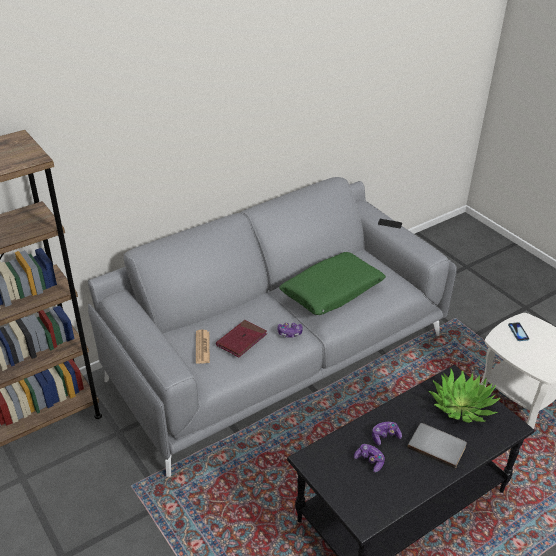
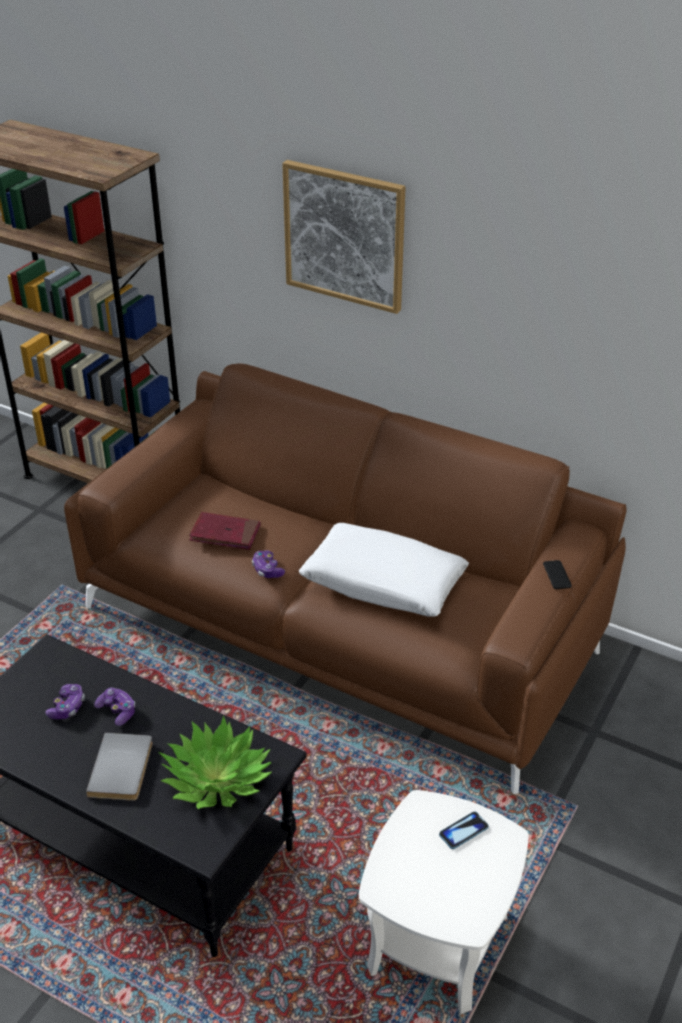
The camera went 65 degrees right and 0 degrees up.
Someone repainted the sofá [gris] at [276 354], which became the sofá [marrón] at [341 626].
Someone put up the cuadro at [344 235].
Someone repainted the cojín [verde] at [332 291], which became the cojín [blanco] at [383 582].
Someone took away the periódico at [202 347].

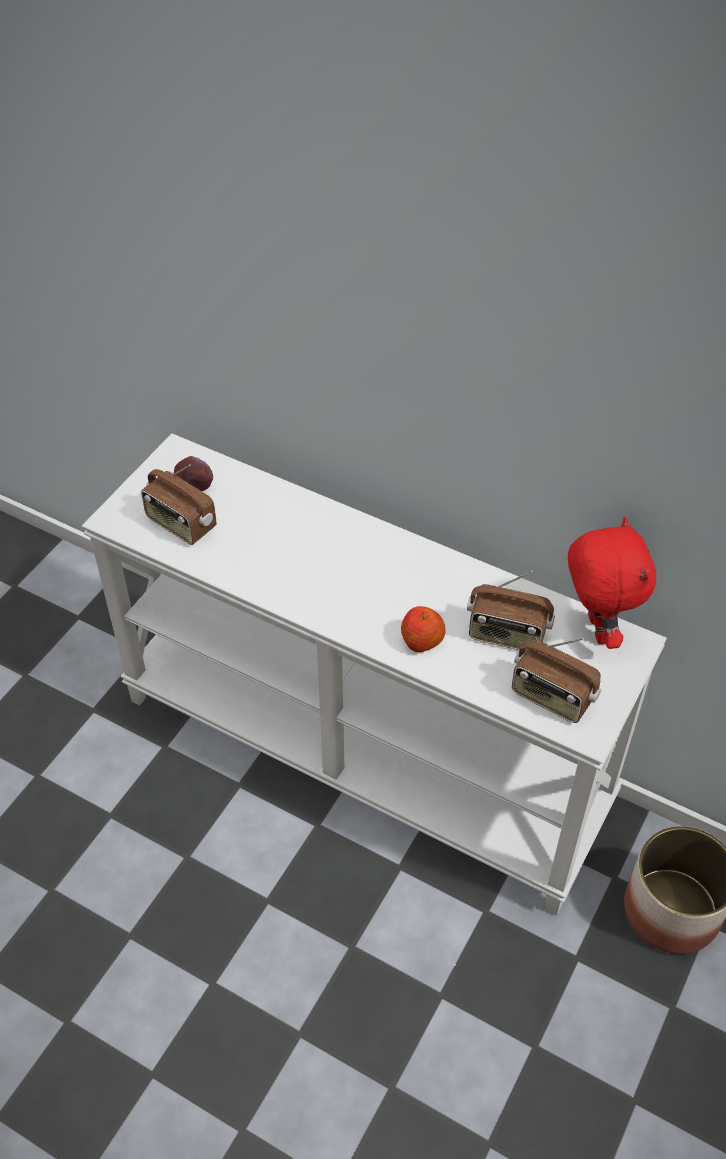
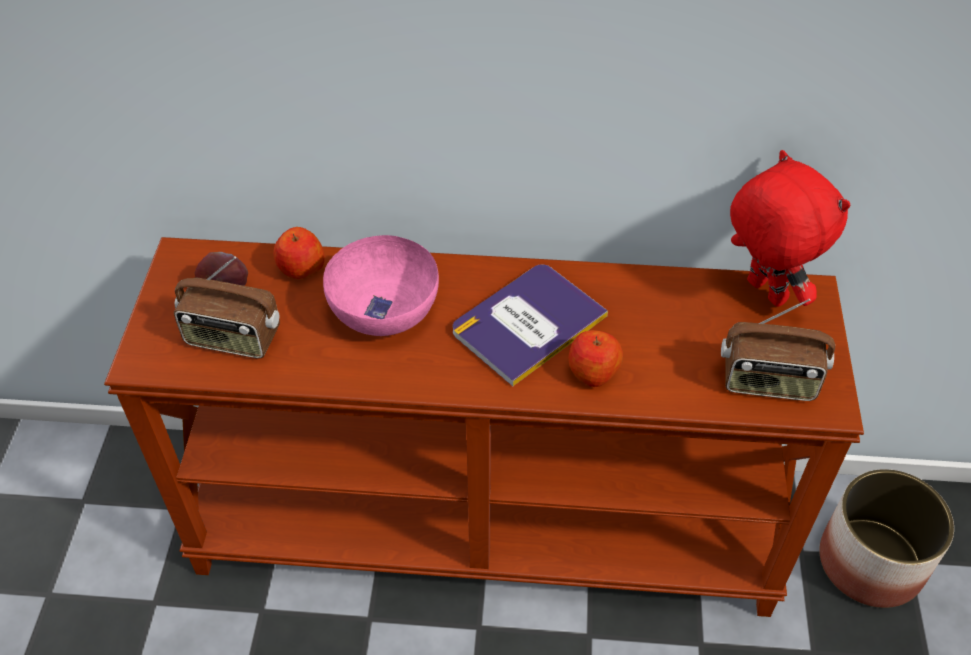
The camera went 25 degrees left and 0 degrees up.
Someone repainted the mesa consola [blanco] at [365 751], which became the mesa consola [marrón] at [487 524].
Someone put down the manzana at [301 268].
Someone put down the cuenco [rosa] at [384 311].
Someone put down the libro at [528 323].
Someone took away the radio at [507 635].

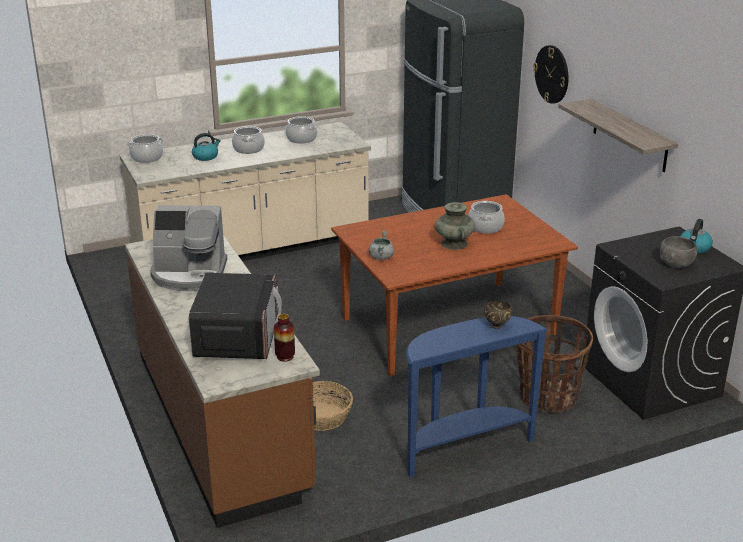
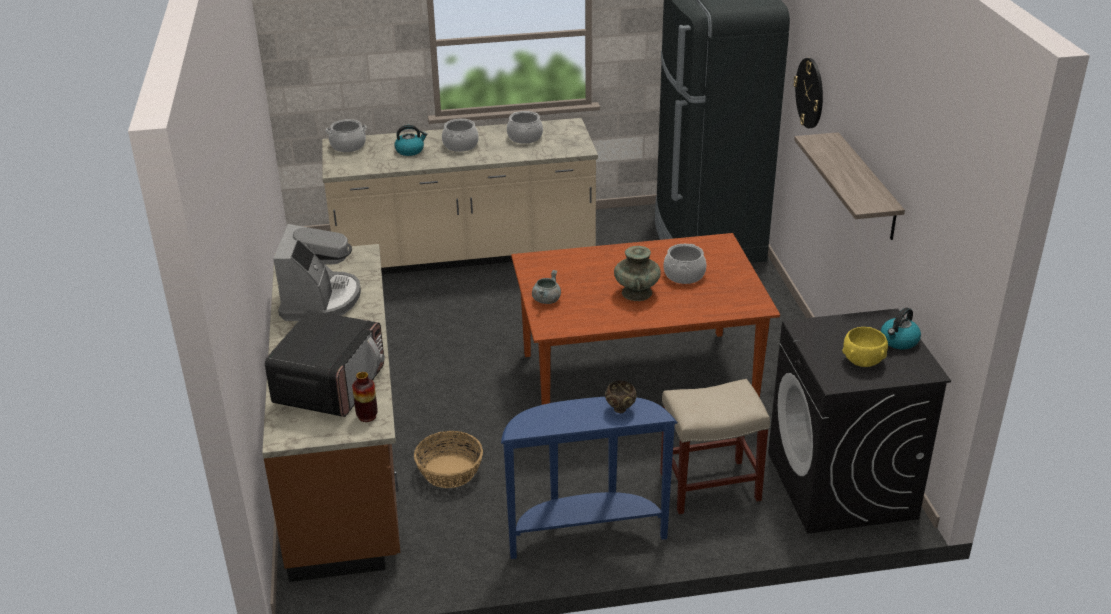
The camera went 15 degrees right and 5 degrees up.
Someone rotated the cafetera at [189 274] by 105 degrees counterclockwise.
Someone swapped the cesta at [547 397] for the taburete [beis] at [708 487].
Someone repainted the cuenco [gris] at [676 264], which became the cuenco [amarillo] at [863 360].

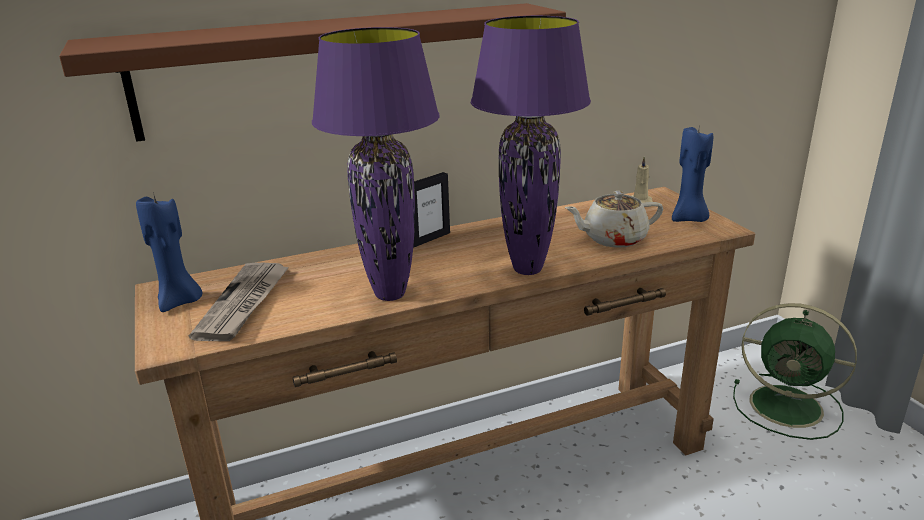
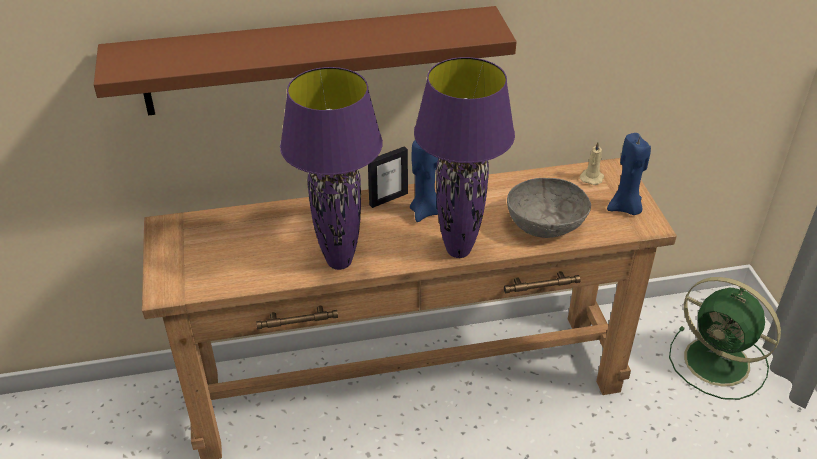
The camera went 10 degrees right and 15 degrees up.
Someone carried the vela [azul] from [179 302] to [425 212].
Someone swapped the tetera [beis] at [613 239] for the cuenco [gris] at [546 224].
Someone took away the periódico at [244 304].

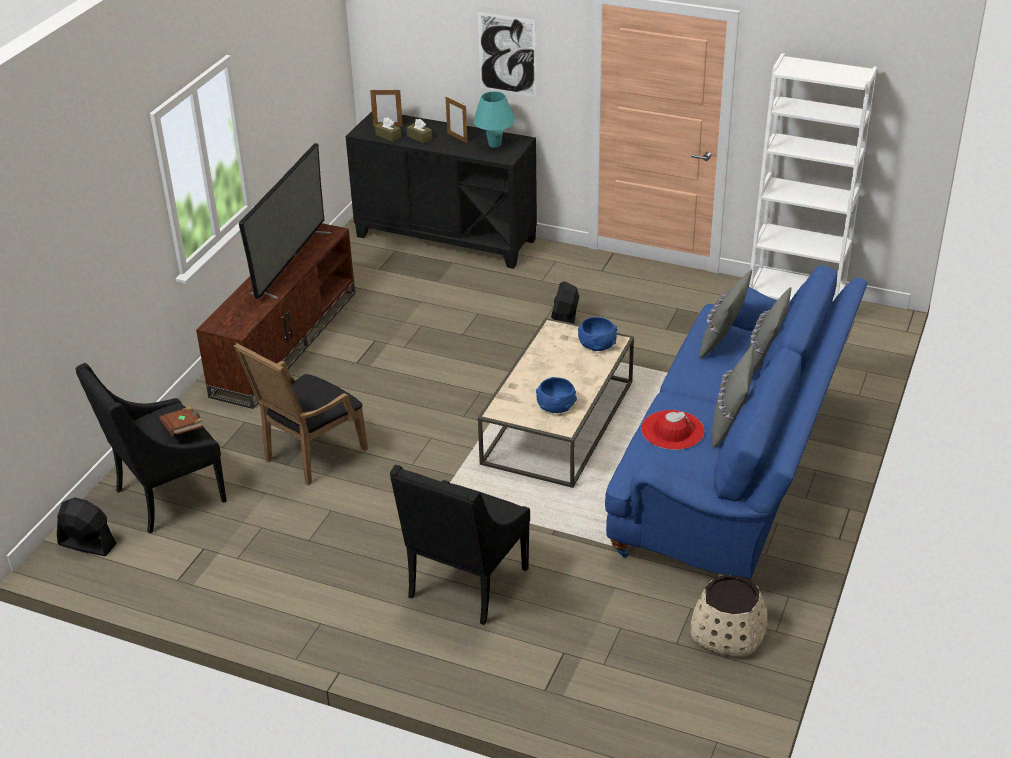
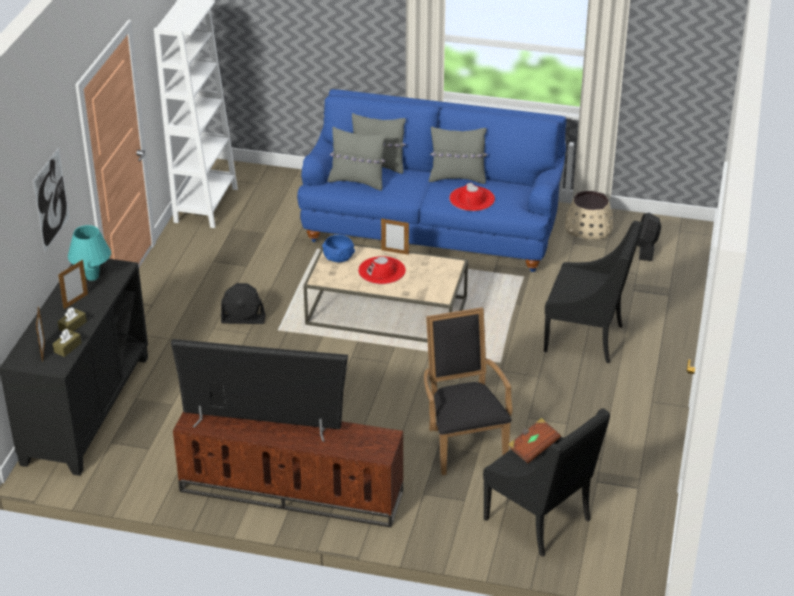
The camera went 100 degrees left and 0 degrees up.
Someone put down the sombrero [rojo] at [382 270].
Someone put down the portarretratos at [395 252].
Someone rotated the sillón [negro] at [309 456] by 135 degrees counterclockwise.
Someone carried the ventilador [negro] from [87 544] to [646 249].
Someone took away the cuenco [azul] at [555 405].

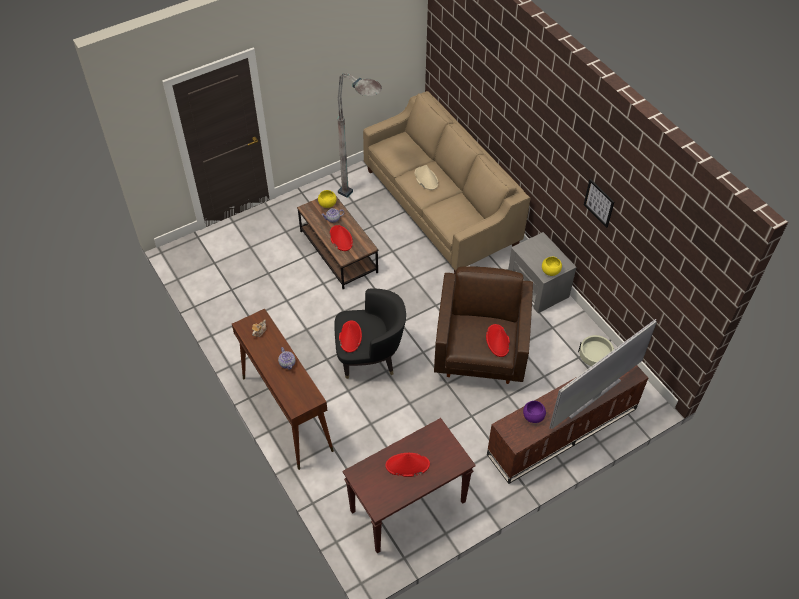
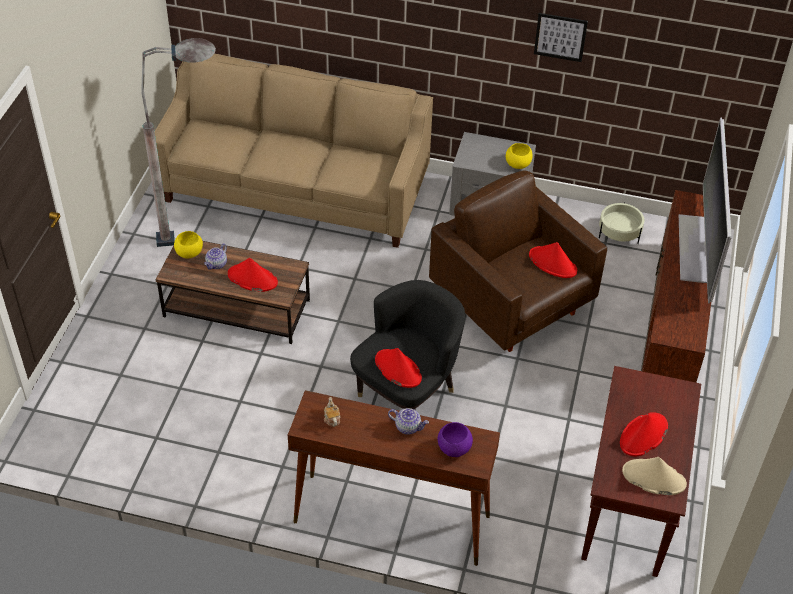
The camera went 45 degrees left and 5 degrees down.
Someone carried the cuenco [morado] from [533 416] to [453 447].
Someone carried the sombrero [beis] from [426 178] to [653 478].

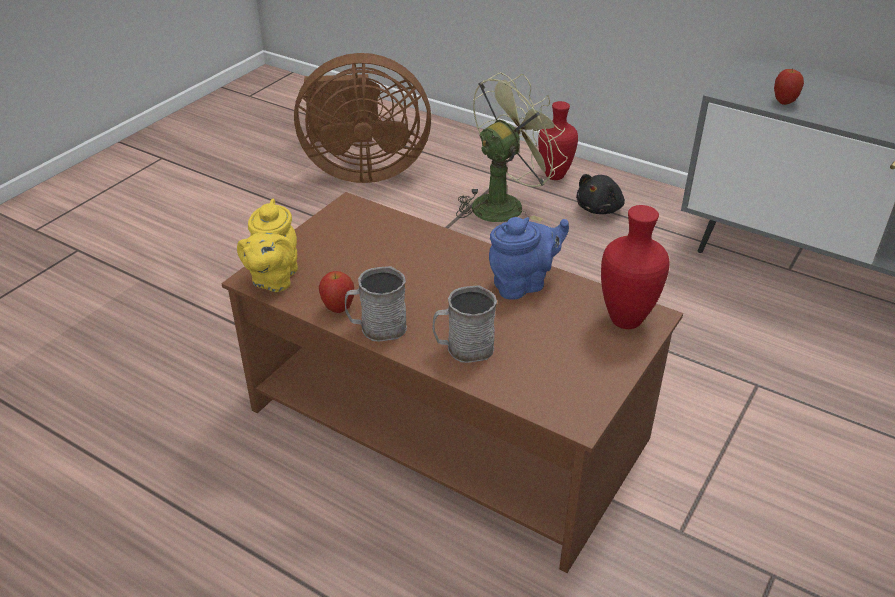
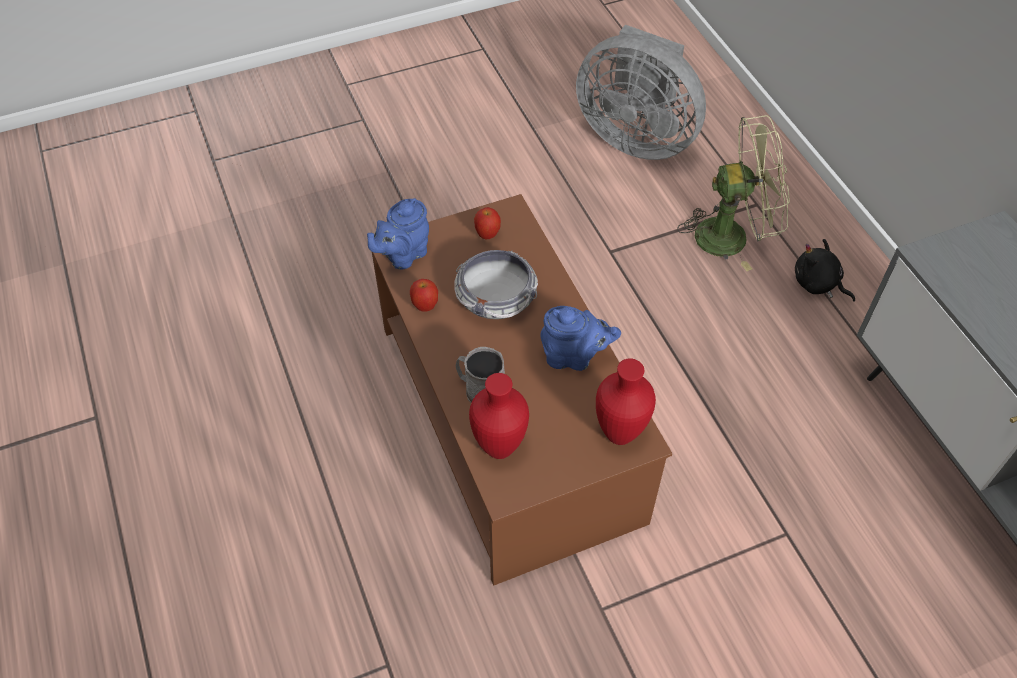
The camera went 35 degrees right and 15 degrees up.
Someone repainted the tetera [amarillo] at [273 279], which became the tetera [azul] at [403 255].
Someone put down the cuenco at [496 297].
Someone carried the florero [rojo] from [555 176] to [499 449].
Someone carried the manzana from [784 102] to [487 235].
Someone repainted the ventilador [marrón] at [361 170], which became the ventilador [gris] at [636 137].
Someone rotated the peluche [negro] at [600 208] by 60 degrees clockwise.
Someone took away the taza grande [gris] at [377 328].

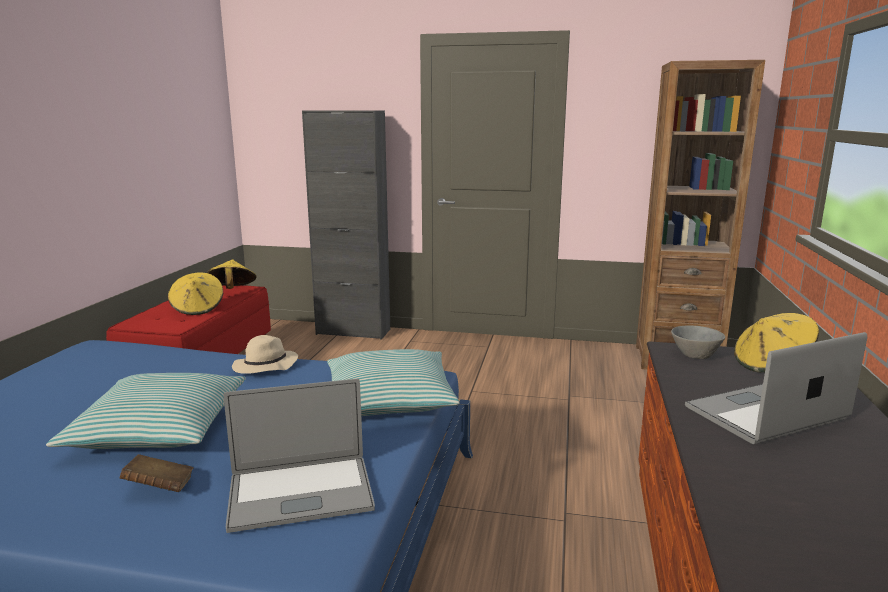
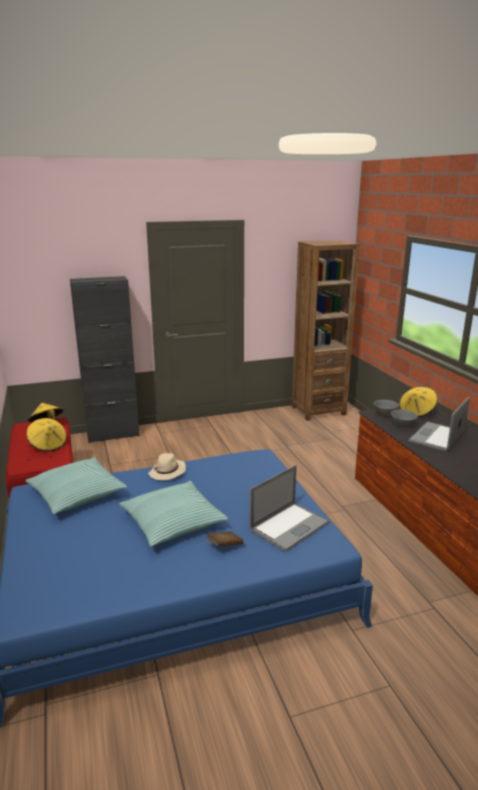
The camera went 30 degrees left and 5 degrees up.
Someone carried the cojín from [389 398] to [77 494].
Someone put down the cuenco [gris] at [402 425].

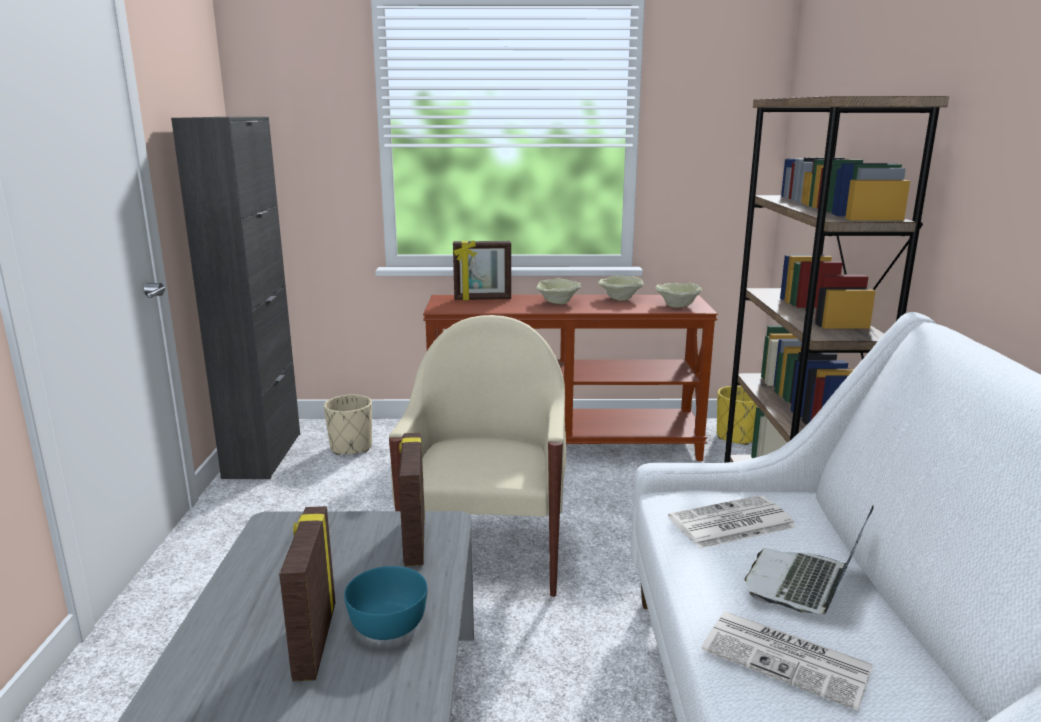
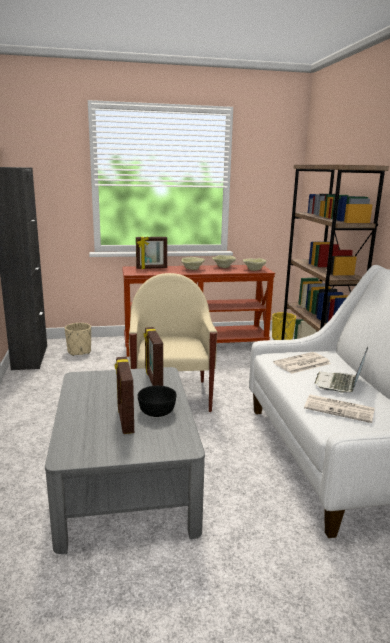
The camera went 10 degrees left and 0 degrees up.
Someone repainted the cuenco [turquesa] at [389 622], which became the cuenco [negro] at [157 411].

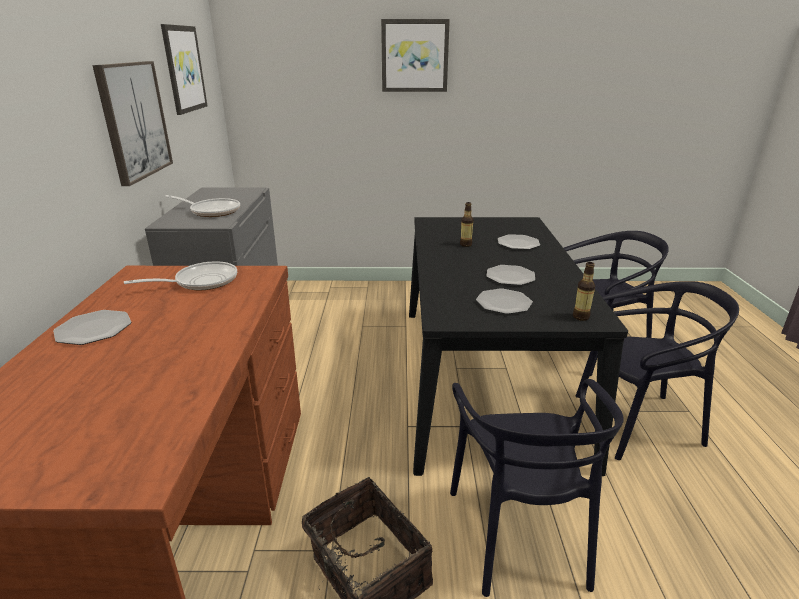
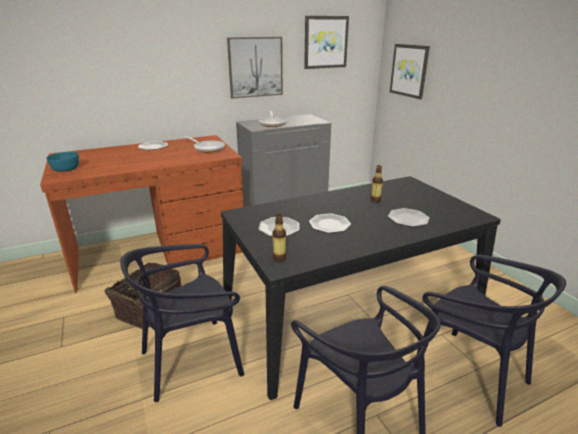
The camera went 65 degrees right and 0 degrees up.
Someone put down the cuenco [turquesa] at [66 169].
Someone carried the cuadro from [414 56] to [409 70].

